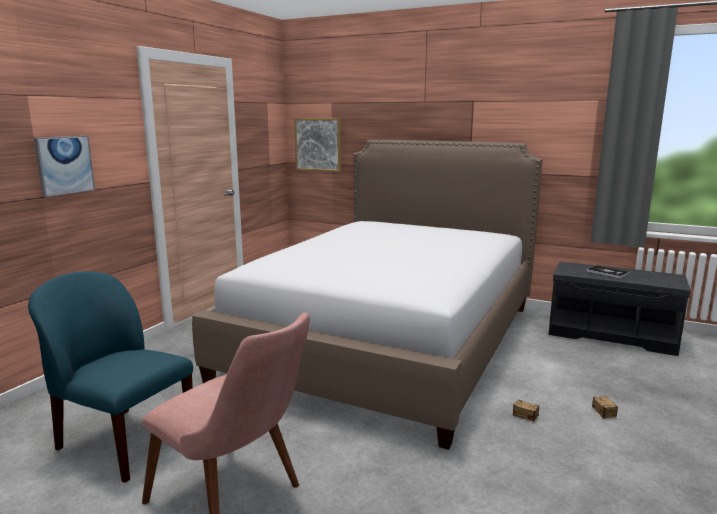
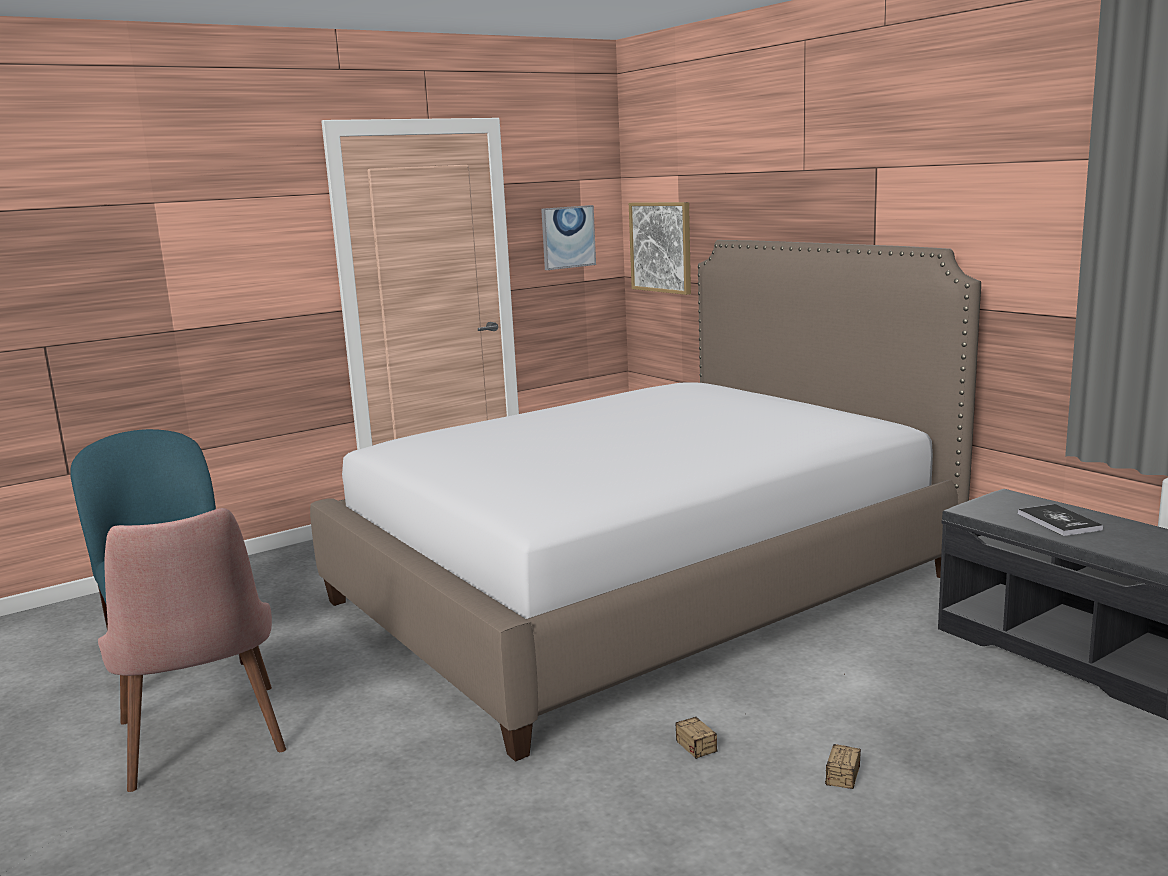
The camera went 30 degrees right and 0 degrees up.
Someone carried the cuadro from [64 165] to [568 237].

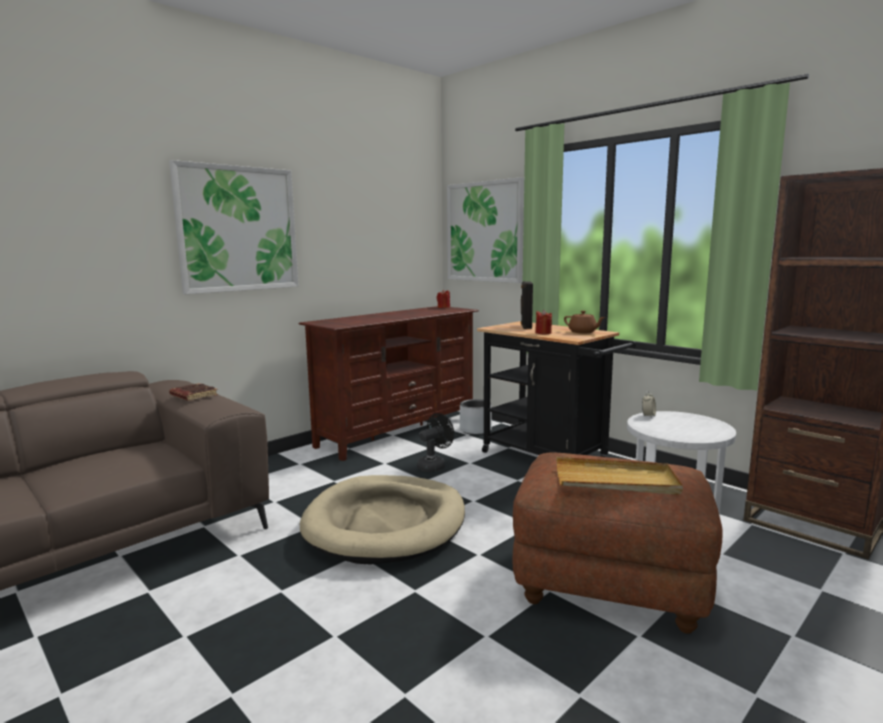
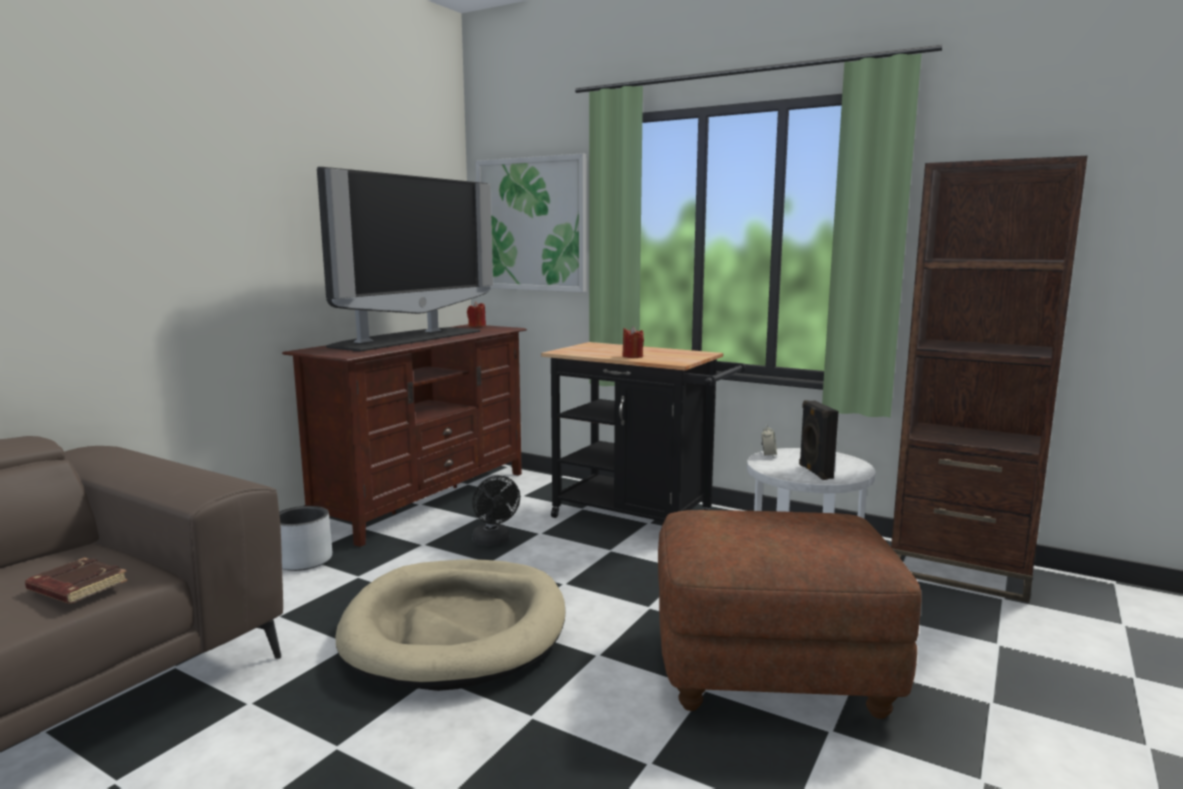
The camera went 15 degrees left and 0 degrees up.
Someone carried the libro [marrón] from [193 396] to [76 587].
Someone carried the maceta [gris] from [475 430] to [303 561].
Someone put down the televisor at [406 338].
Someone rotated the ventilador [negro] at [434 466] by 120 degrees clockwise.
Someone carried the altavoz [negro] from [525 326] to [814 472].
Someone took away the cuadro at [238 229].
Someone took away the bandeja [beis] at [616 481].
Someone took away the tetera [marrón] at [583 332].

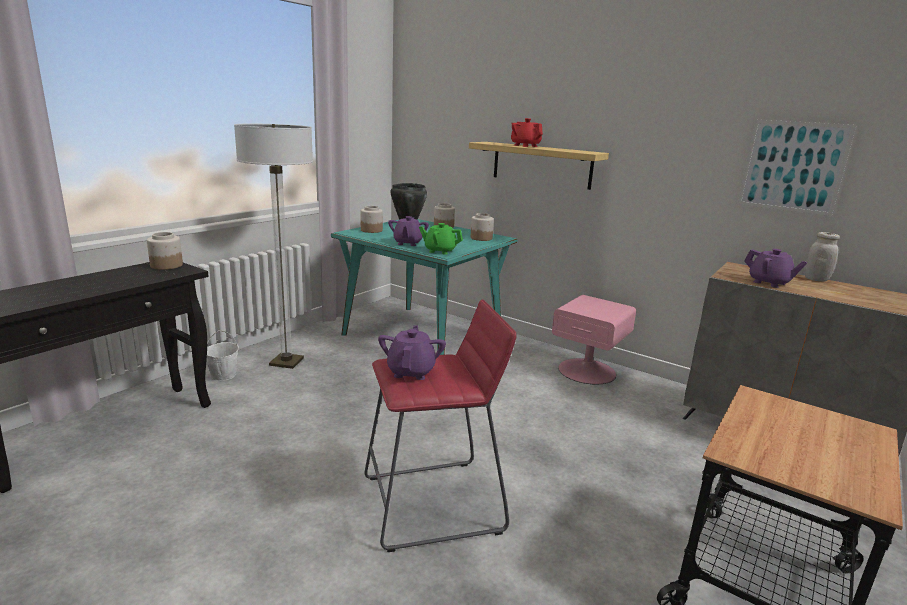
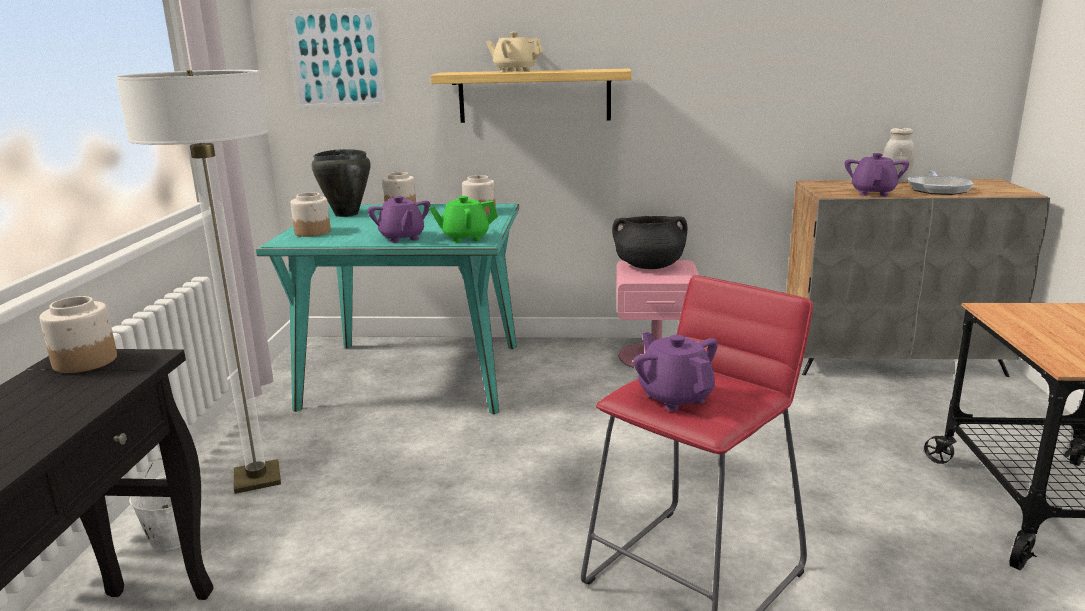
The camera went 30 degrees left and 0 degrees up.
Someone carried the cuadro from [793 167] to [337 59].
Someone repainted the tetera [rojo] at [525 146], which became the tetera [beis] at [515 71].
Someone put down the olla [negro] at [649 266].
Someone rotated the tetera [morado] at [769 283] by 90 degrees counterclockwise.
Someone put down the sartén at [938 189].

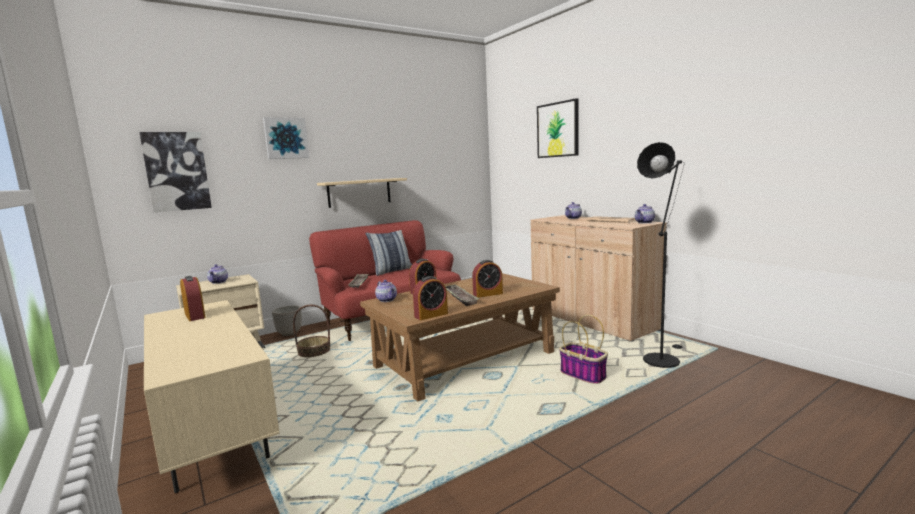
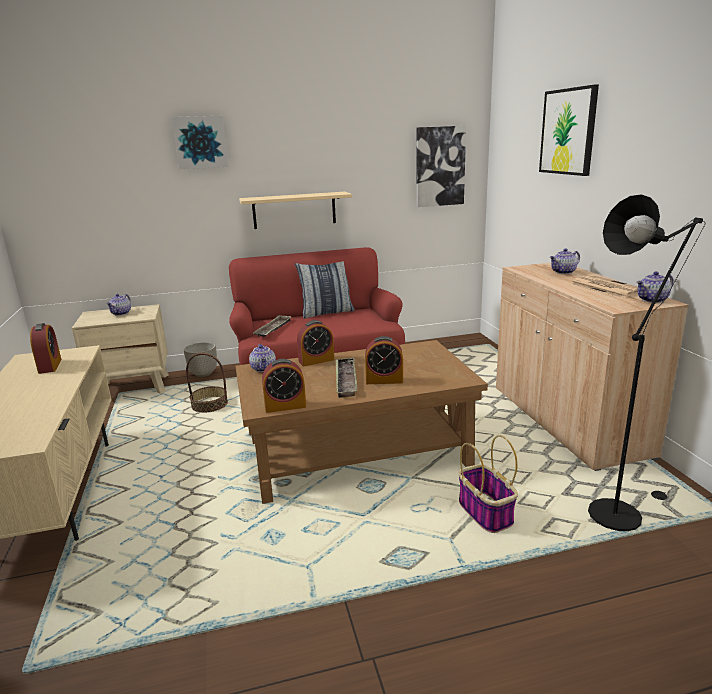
The camera went 20 degrees right and 10 degrees up.
Someone carried the cuadro from [176 171] to [439 166].

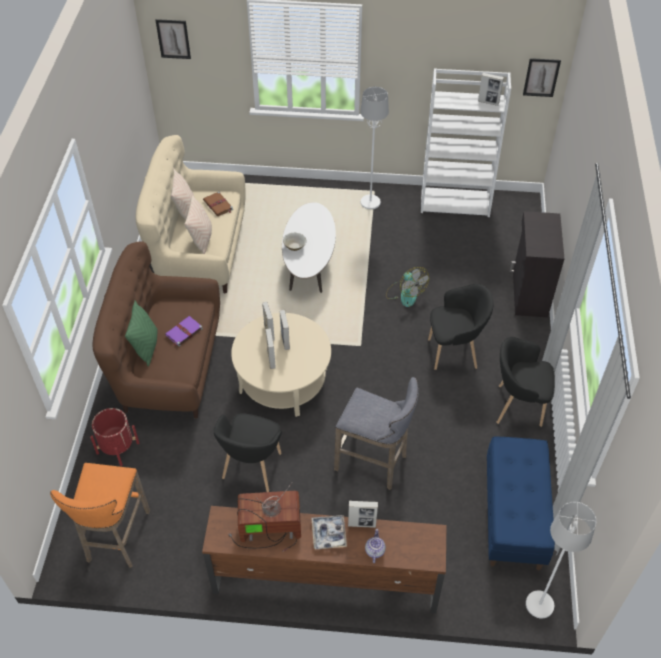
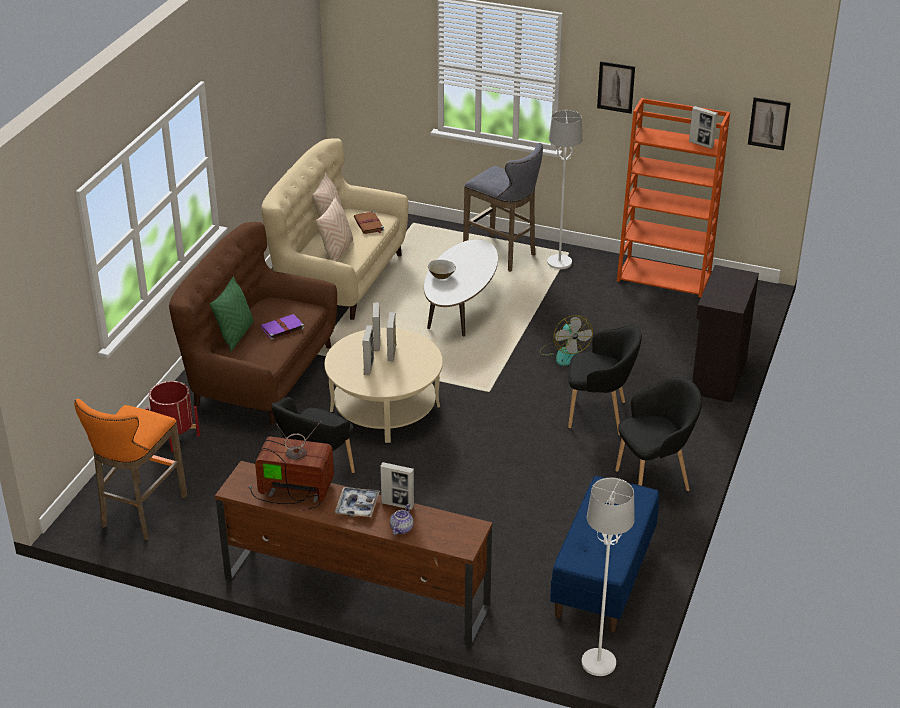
The camera went 15 degrees right and 15 degrees down.
Someone carried the taburete [gris] from [374 463] to [503 255].
Someone carried the cuadro from [173 39] to [616 87].
Someone rotated the sillón [negro] at [517 406] by 135 degrees clockwise.
Someone repainted the estantería [blanco] at [455 202], which became the estantería [naranja] at [665 277].

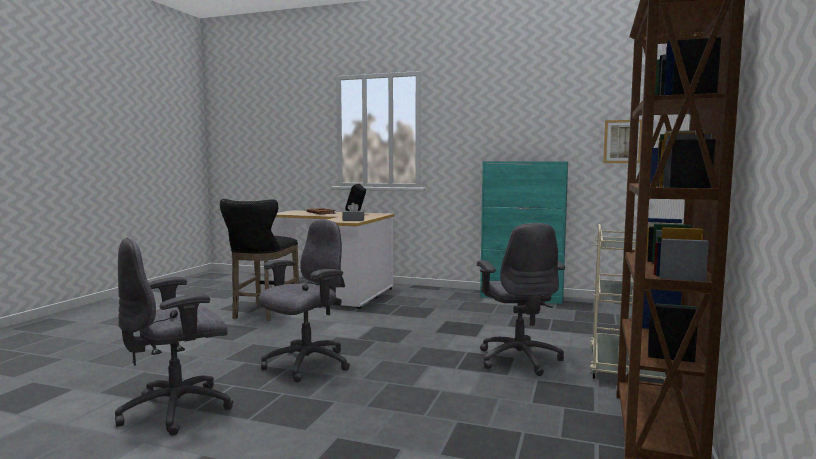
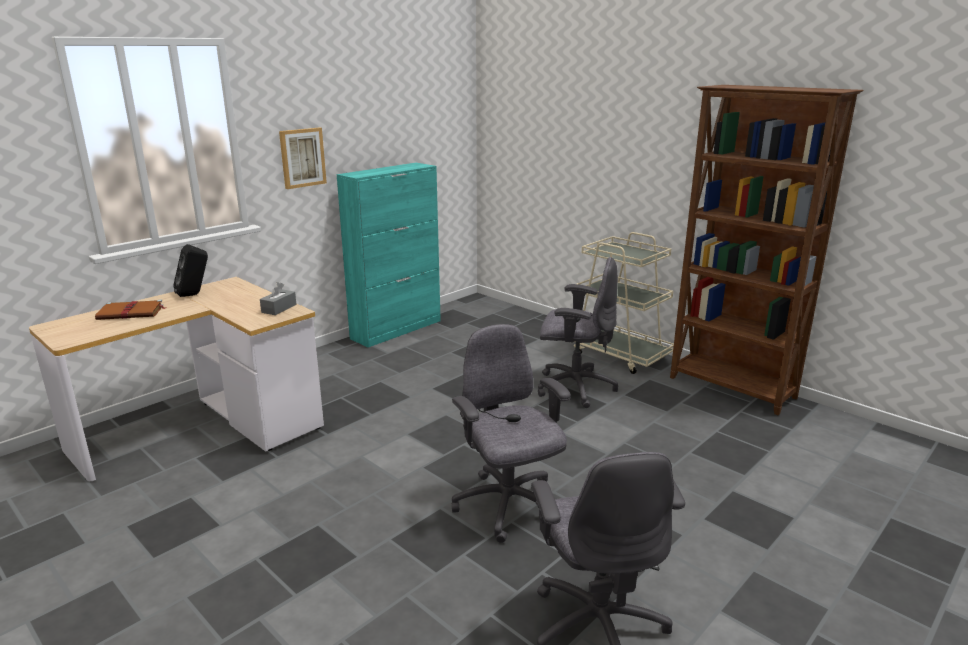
The camera went 65 degrees left and 15 degrees up.
Someone carried the cuadro from [622 141] to [302 157].
Someone took away the taburete [negro] at [263 312].

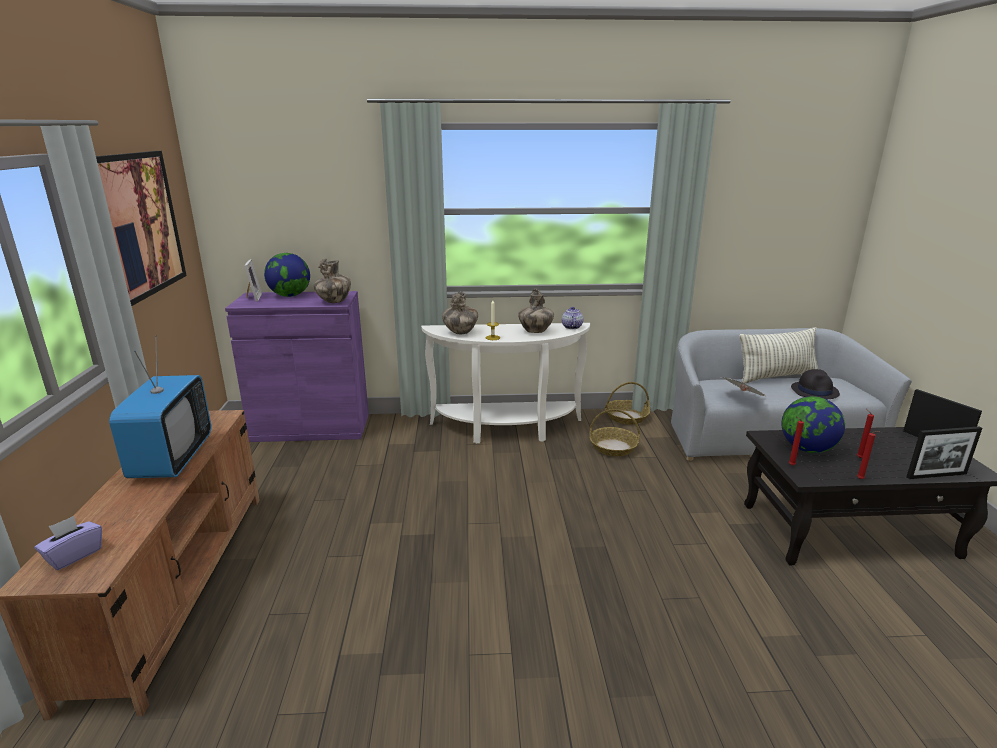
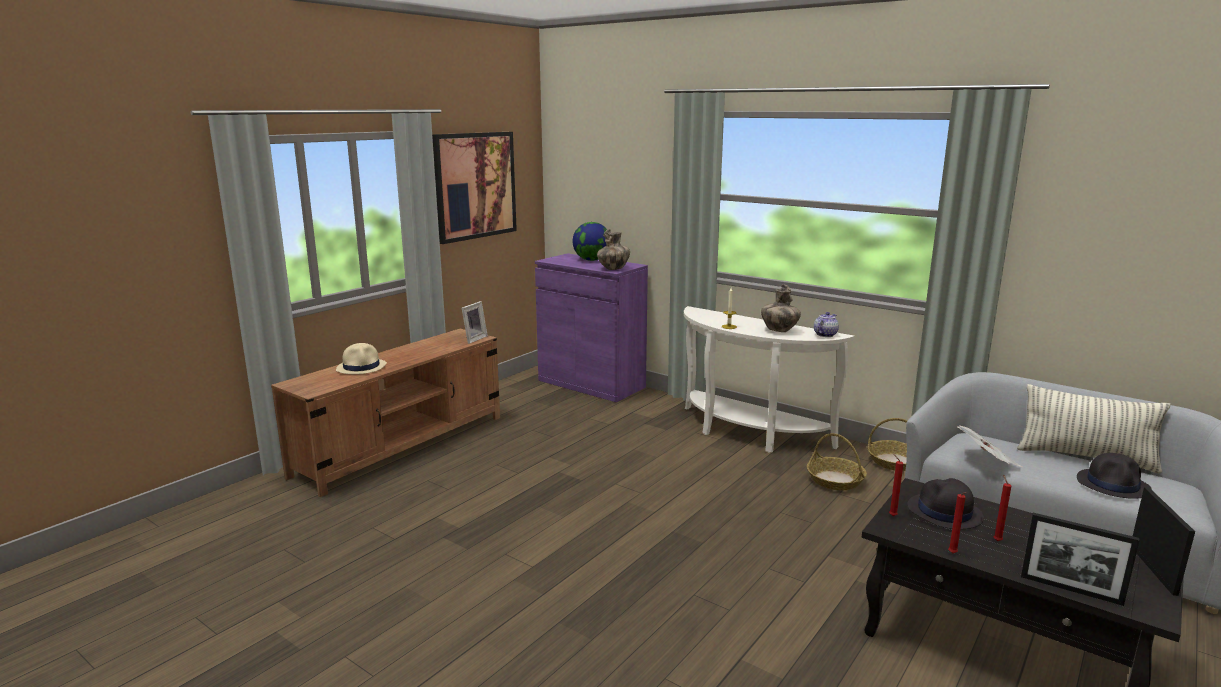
The camera went 40 degrees right and 5 degrees down.
Someone put down the sombrero [beis] at [362 367].
Someone carried the portarretratos from [253 298] to [473 339].
Someone swapped the globo terráqueo at [807 449] for the sombrero [negro] at [944 512].
Someone took away the caja de pañuelos [morado] at [74 555].
Someone took away the televisor at [172 458].
Someone took away the florero at [460 332].

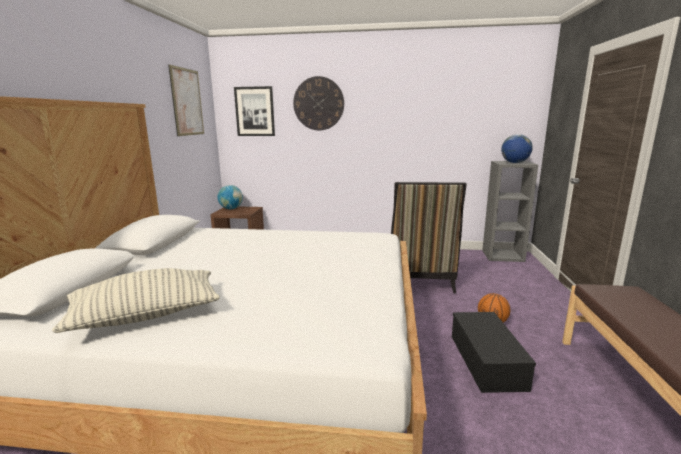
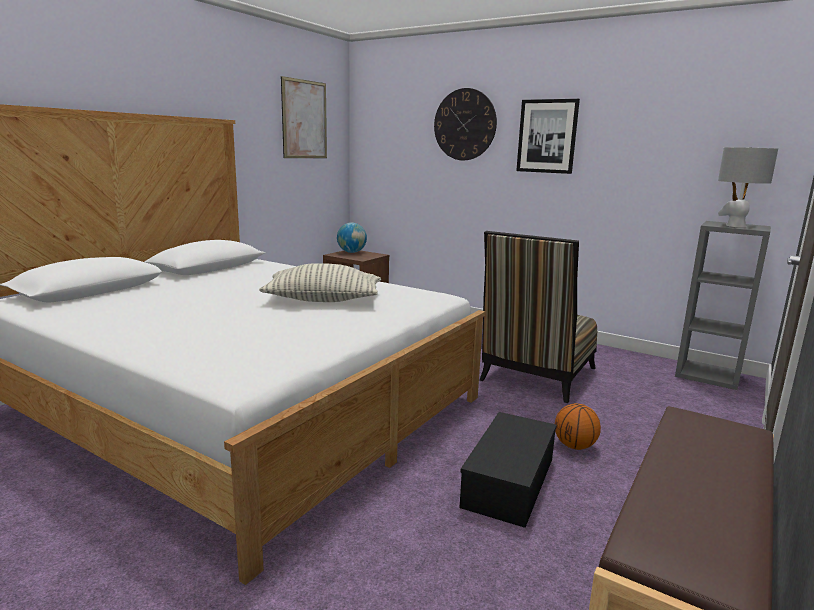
The camera went 25 degrees right and 0 degrees up.
Someone carried the cojín from [146 315] to [323 300].
Someone carried the cuadro from [255 111] to [547 136].
Someone swapped the globo terráqueo at [515 163] for the lámpara de mesa [gris] at [735 226].

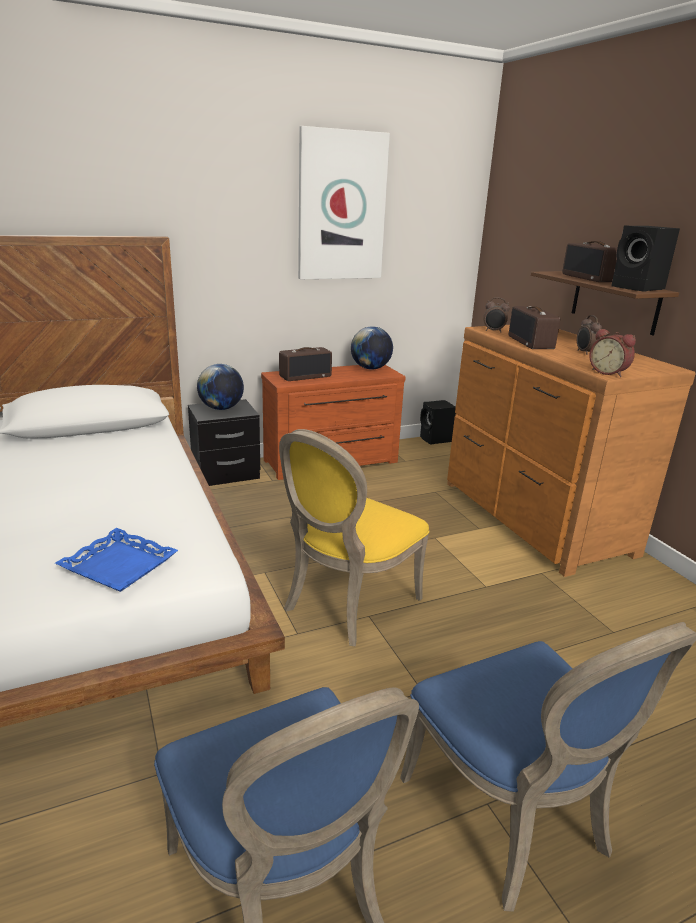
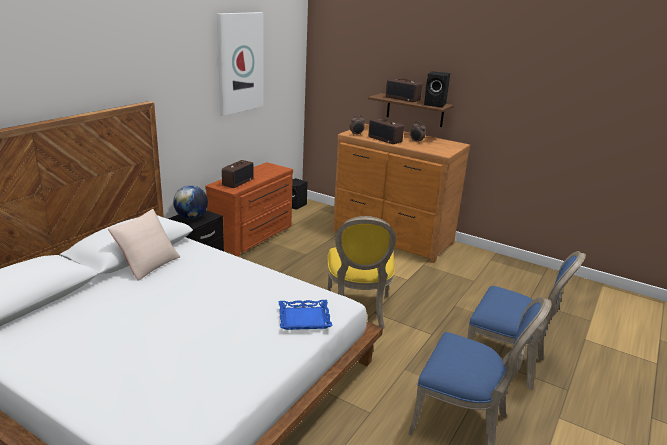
The camera went 35 degrees left and 0 degrees up.
Someone put down the cojín [beis] at [147 264].
Someone took away the globo terráqueo at [370 368].
Someone took away the despertador at [608 372].

